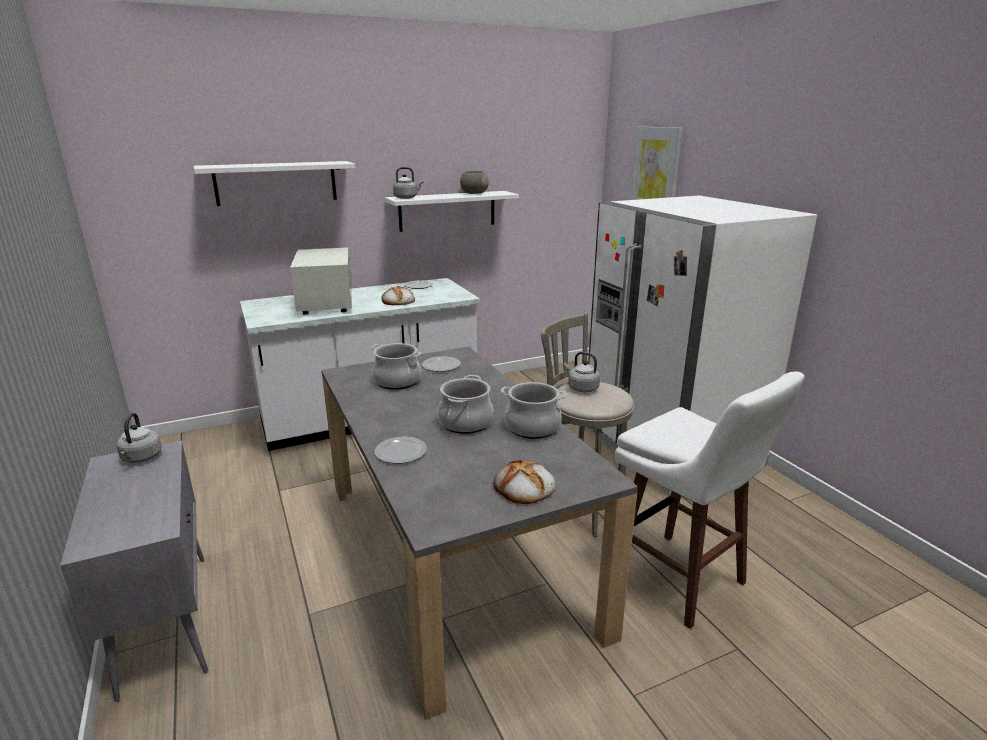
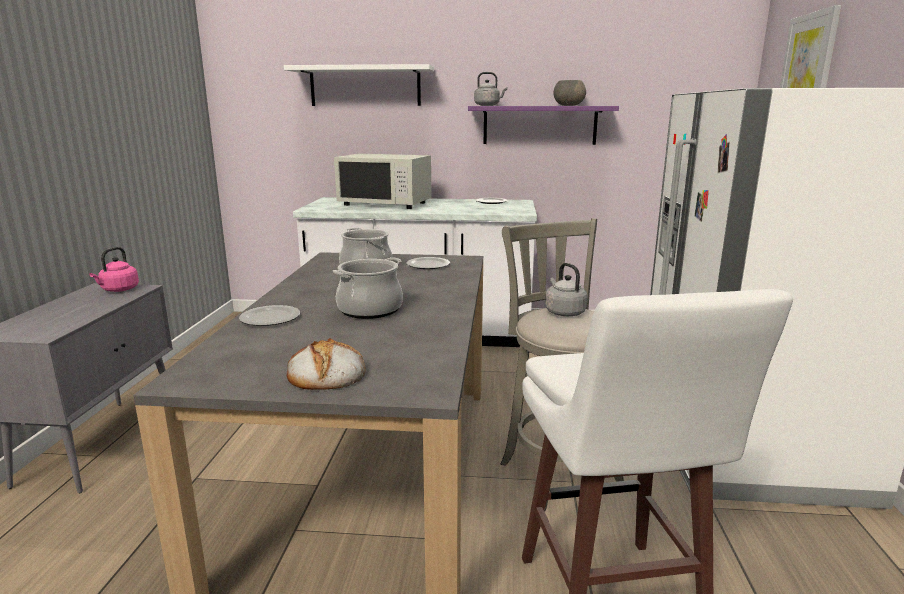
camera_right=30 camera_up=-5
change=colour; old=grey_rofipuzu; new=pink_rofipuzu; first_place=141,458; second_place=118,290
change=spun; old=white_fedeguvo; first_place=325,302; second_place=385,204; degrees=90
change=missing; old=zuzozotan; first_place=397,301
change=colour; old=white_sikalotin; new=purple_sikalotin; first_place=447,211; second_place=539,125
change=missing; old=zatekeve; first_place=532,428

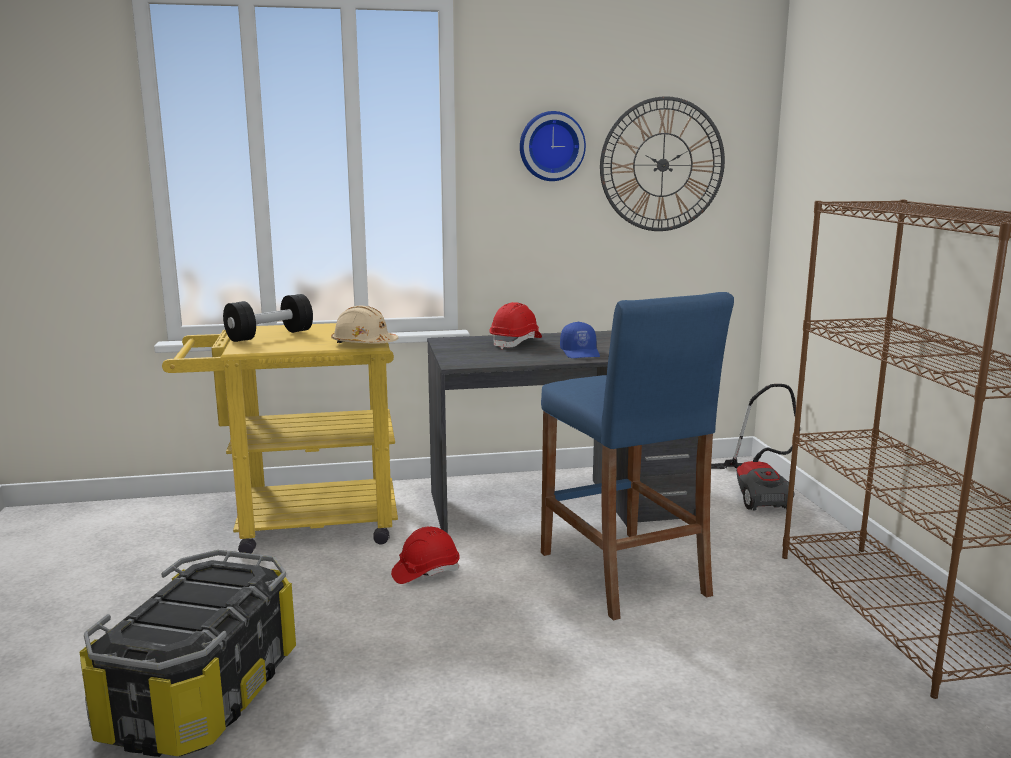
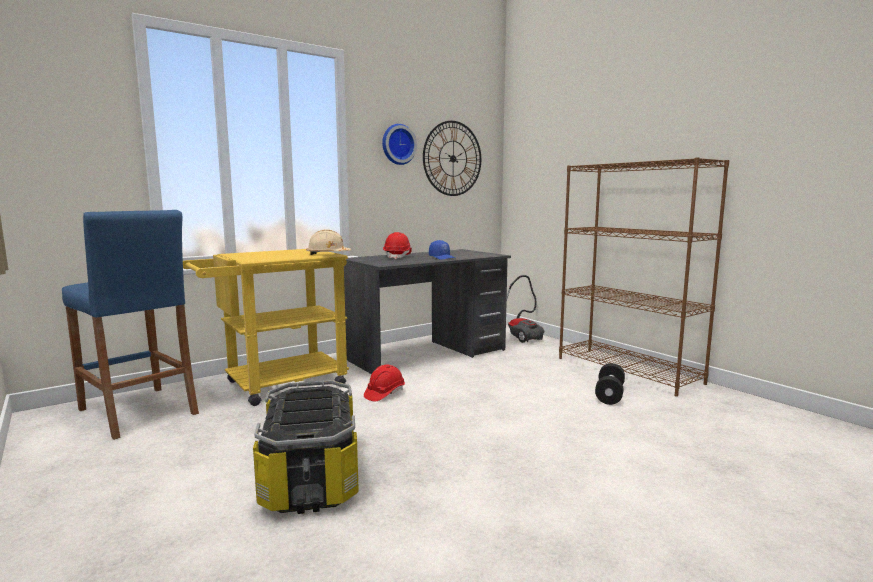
camera_right=-25 camera_up=-5
change=relocated; old=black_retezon; first_place=270,335; second_place=609,395
change=relocated; old=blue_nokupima; first_place=623,574; second_place=138,412

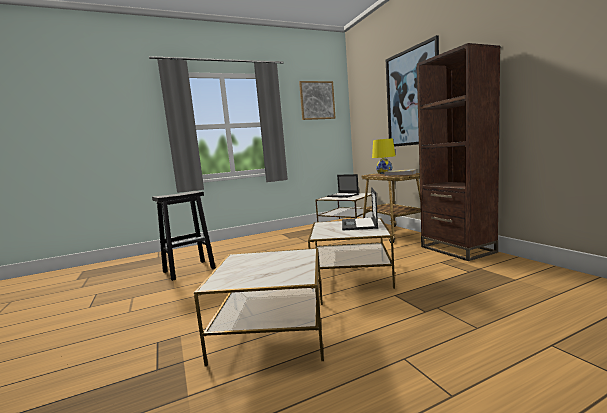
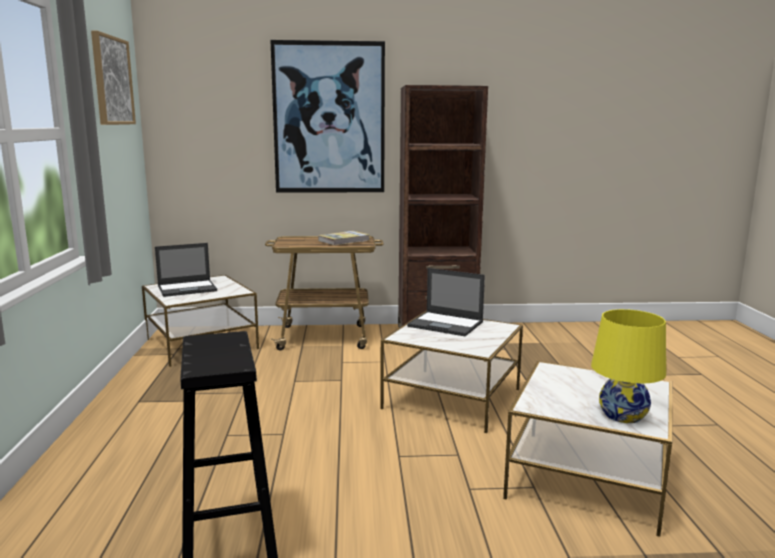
camera_right=-70 camera_up=5
change=relocated; old=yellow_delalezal; first_place=384,173; second_place=622,415

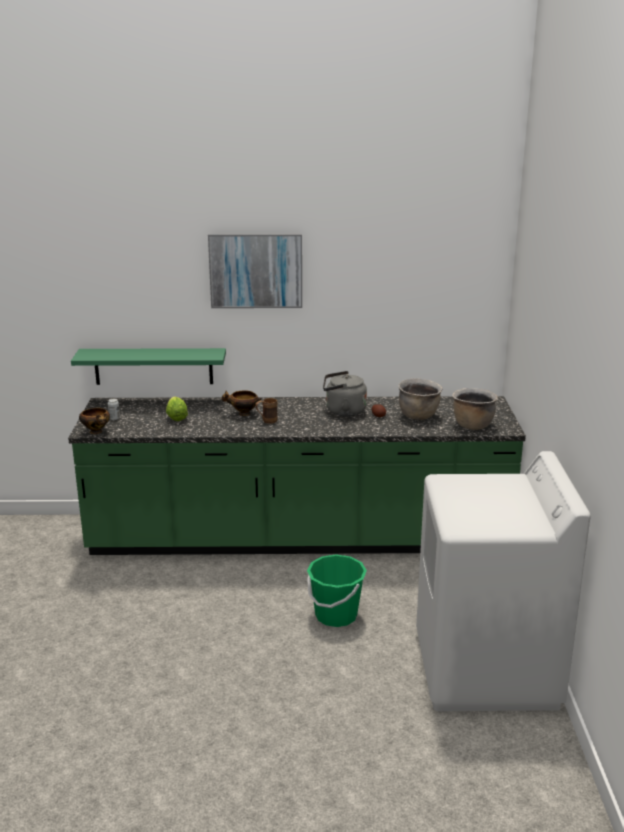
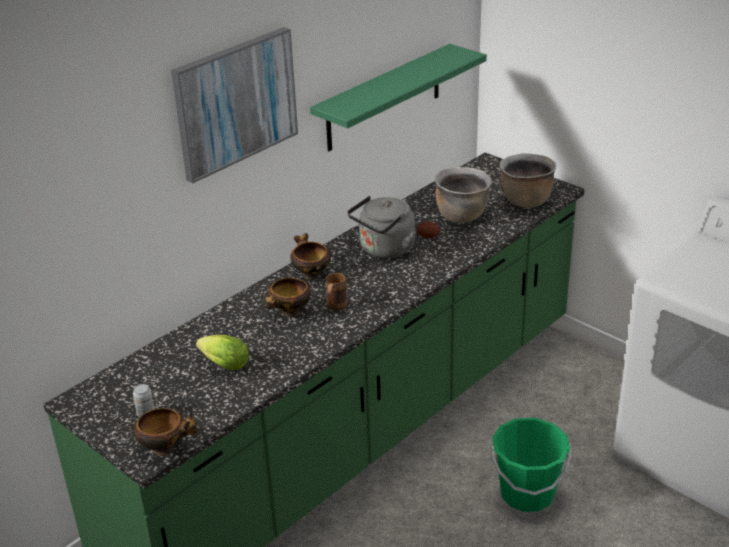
camera_right=-45 camera_up=10
change=relocated; old=green_sikalotin; first_place=153,366; second_place=384,98
change=appeared; new=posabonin; second_place=311,275

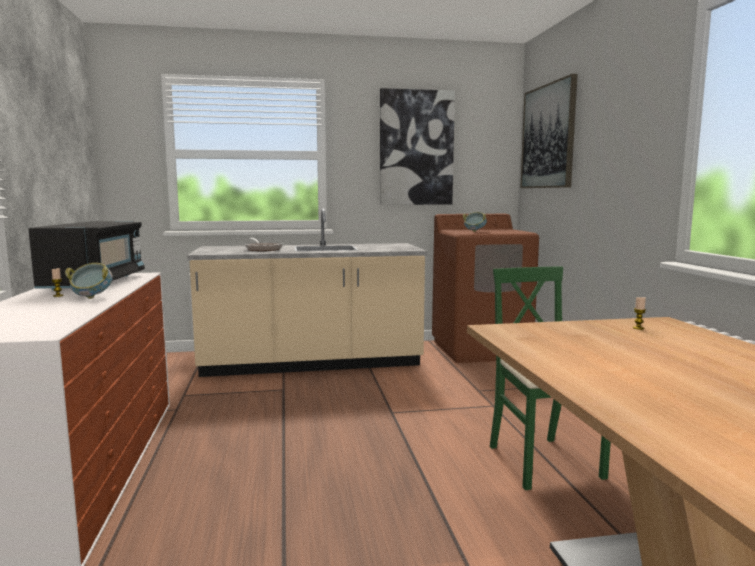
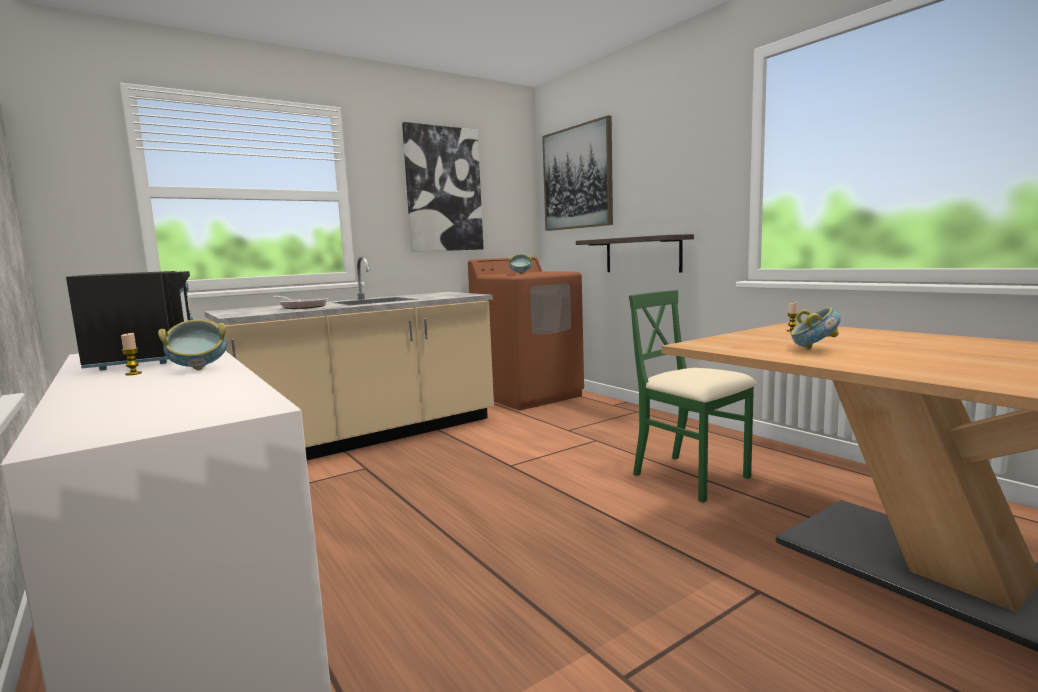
camera_right=-25 camera_up=0
change=appeared; new=sikalotin; second_place=642,254
change=appeared; new=posabonin; second_place=813,349

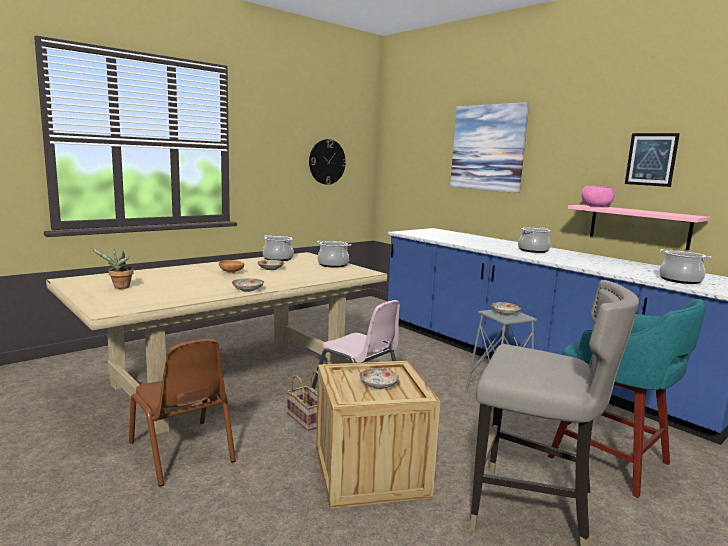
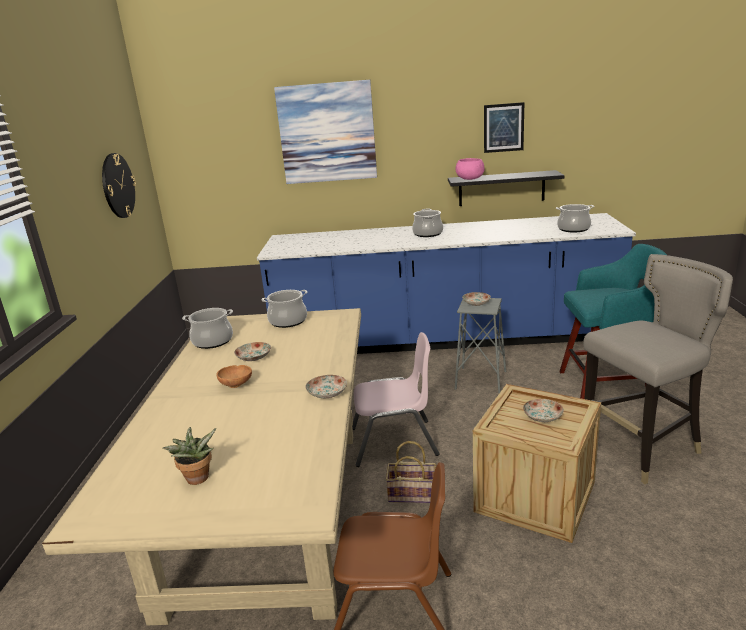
camera_right=-45 camera_up=10
change=colour; old=pink_sikalotin; new=black_sikalotin; first_place=639,226; second_place=501,188

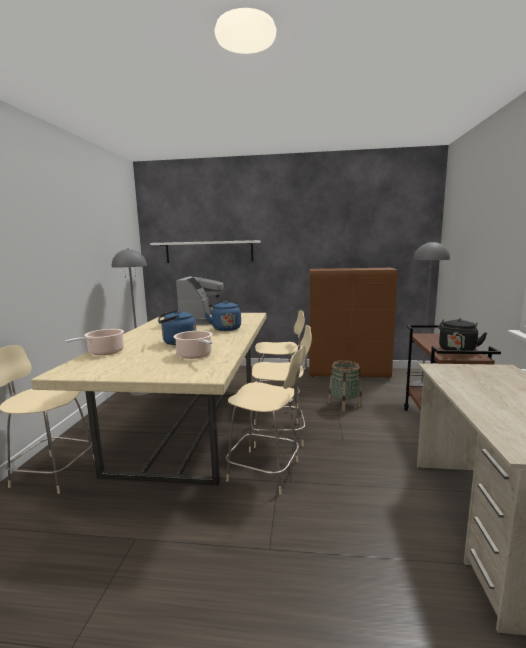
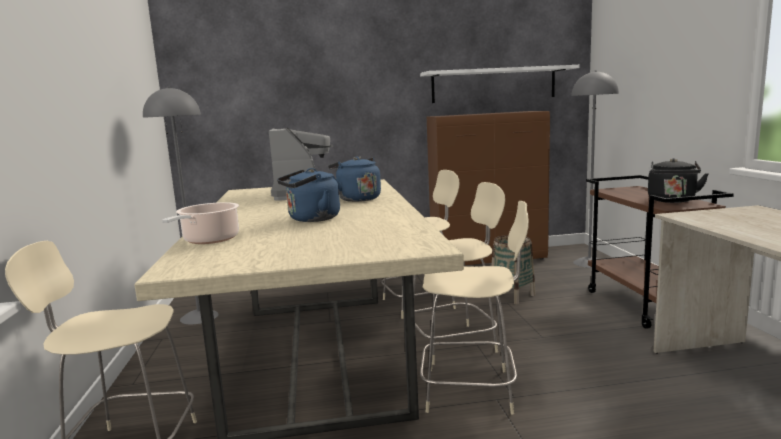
camera_right=-15 camera_up=0
change=relocated; old=white_sikalotin; first_place=209,252; second_place=493,85
change=missing; old=zatekeve; first_place=195,355

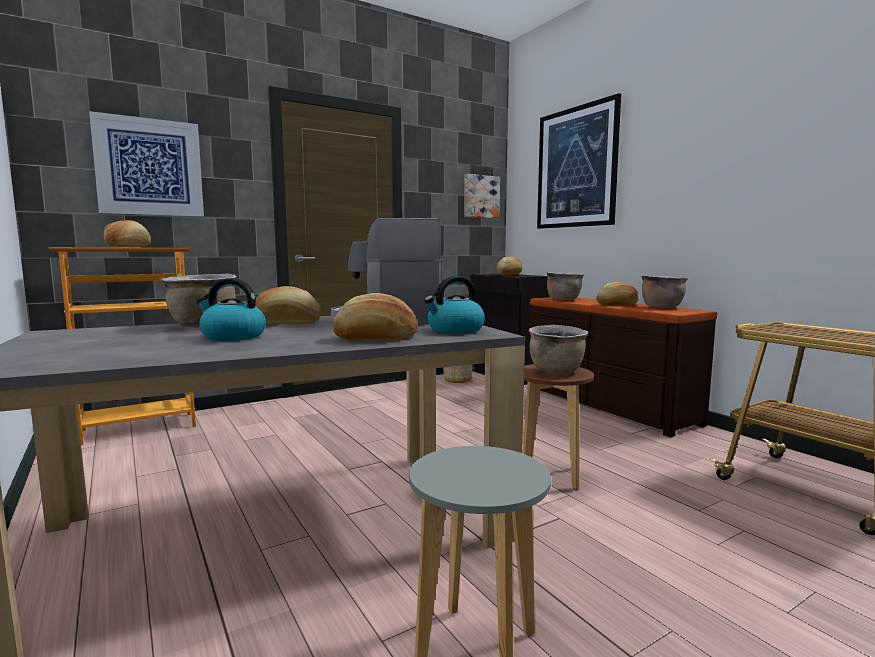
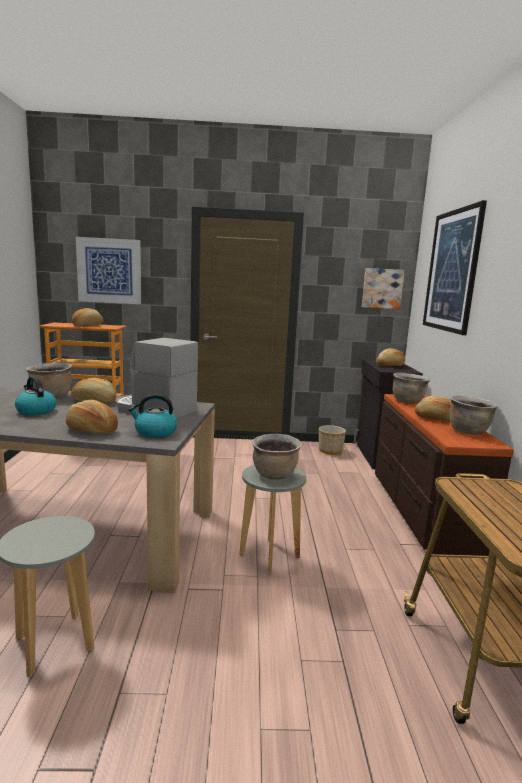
camera_right=30 camera_up=5
change=colour; old=brown_nokupima; new=grey_nokupima; first_place=551,475; second_place=269,556

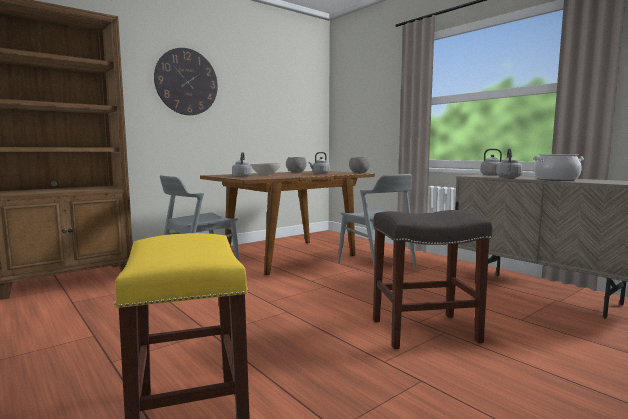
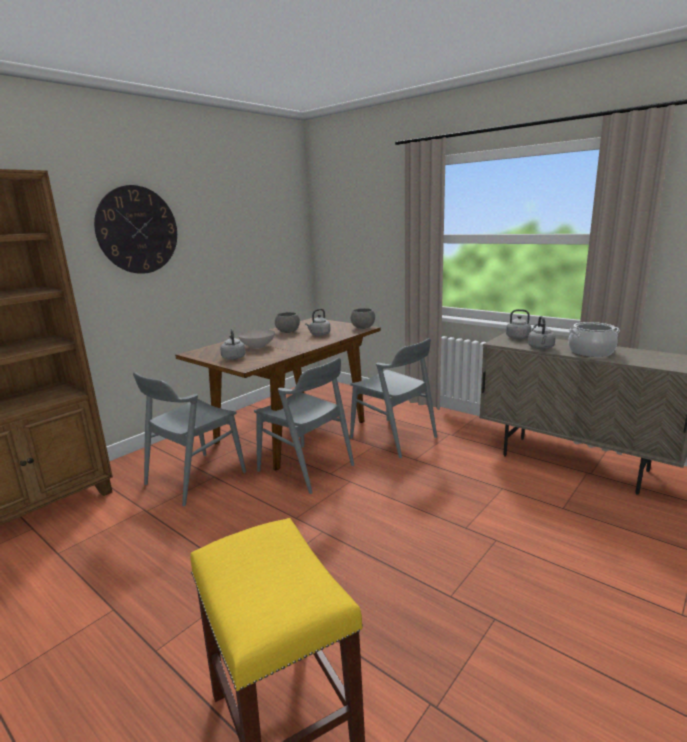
camera_right=-10 camera_up=10
change=missing; old=grey_nokupima; first_place=425,330
change=appeared; new=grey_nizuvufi; second_place=306,468

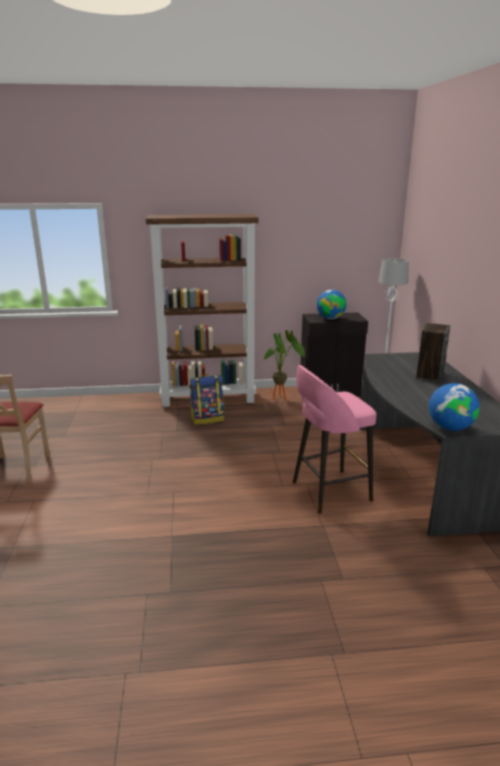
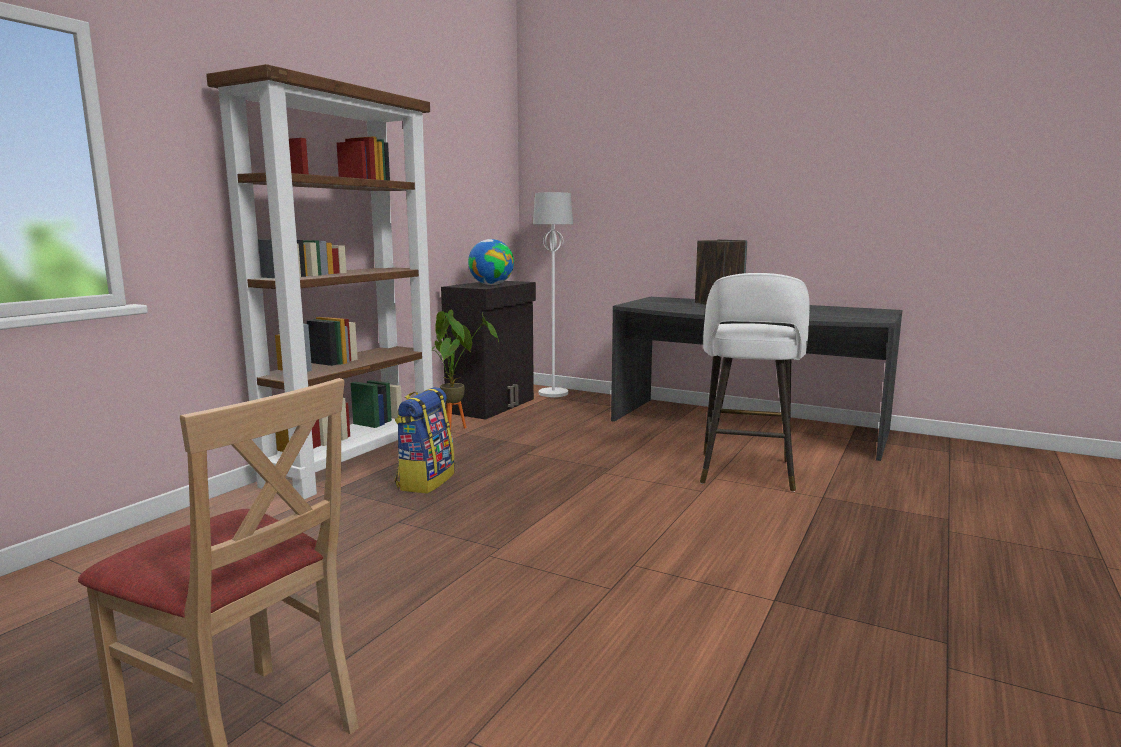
camera_right=-55 camera_up=-10
change=colour; old=pink_nokupima; new=white_nokupima; first_place=329,492; second_place=746,473
change=missing; old=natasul; first_place=450,428

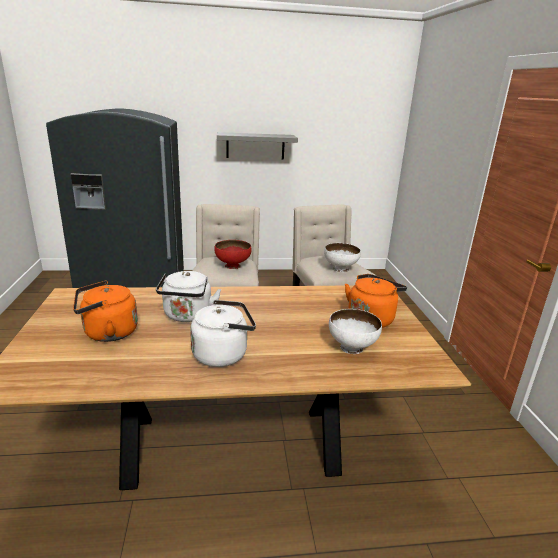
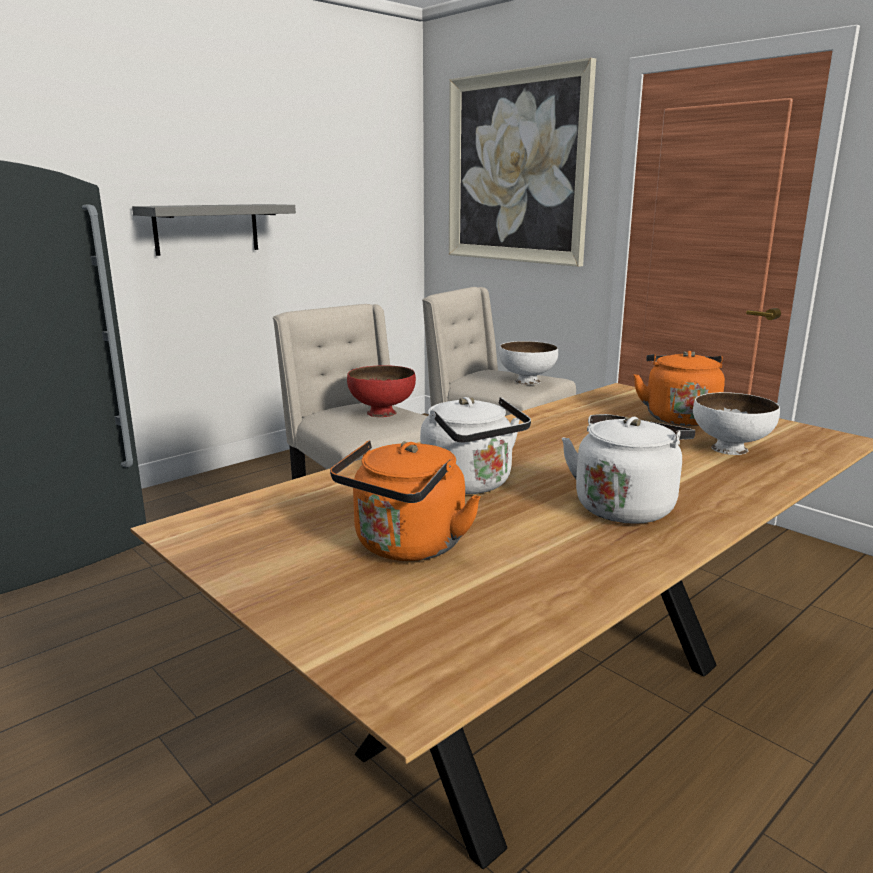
camera_right=-35 camera_up=-5
change=appeared; new=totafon; second_place=516,168

